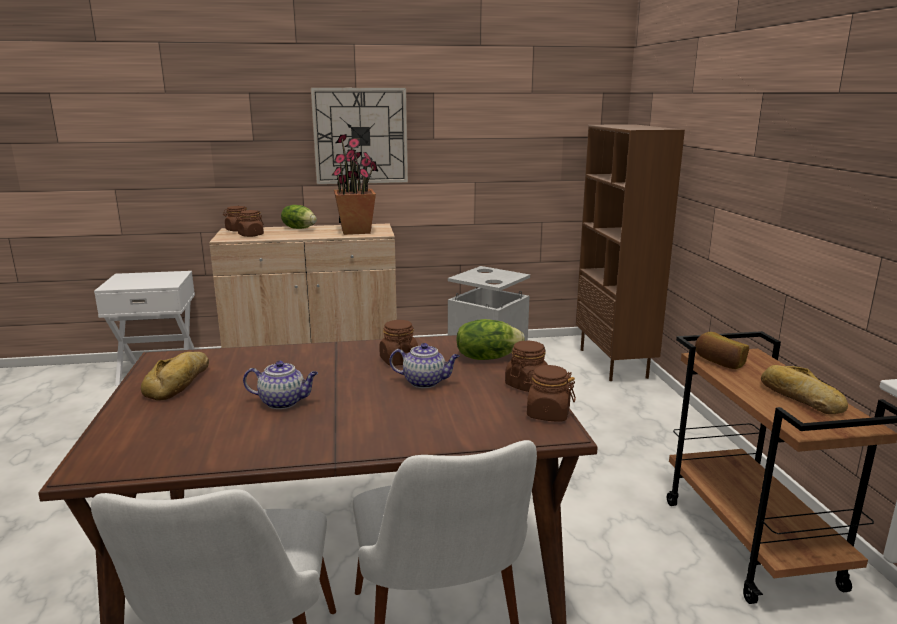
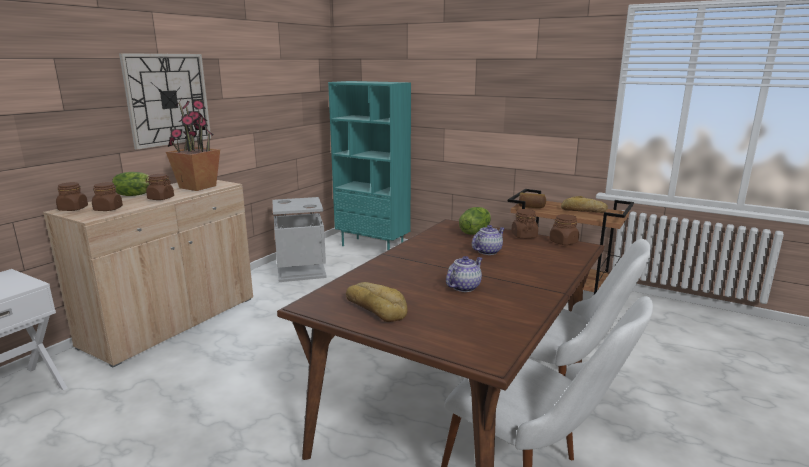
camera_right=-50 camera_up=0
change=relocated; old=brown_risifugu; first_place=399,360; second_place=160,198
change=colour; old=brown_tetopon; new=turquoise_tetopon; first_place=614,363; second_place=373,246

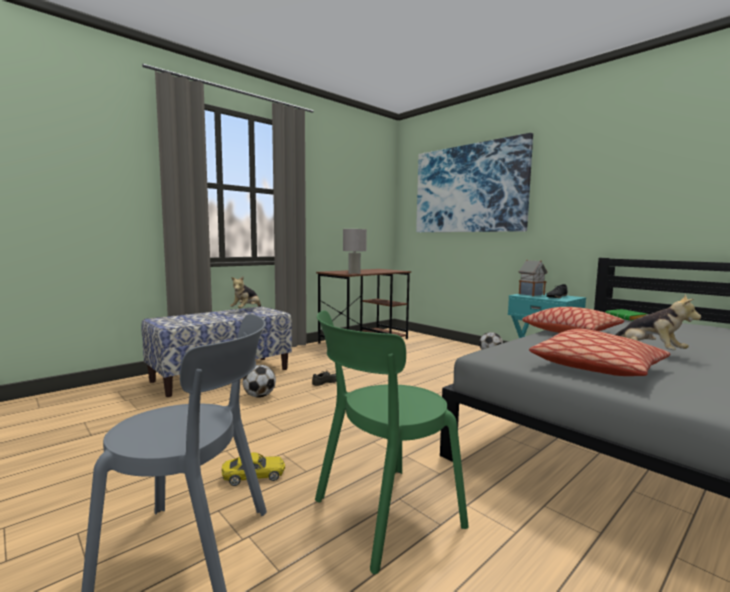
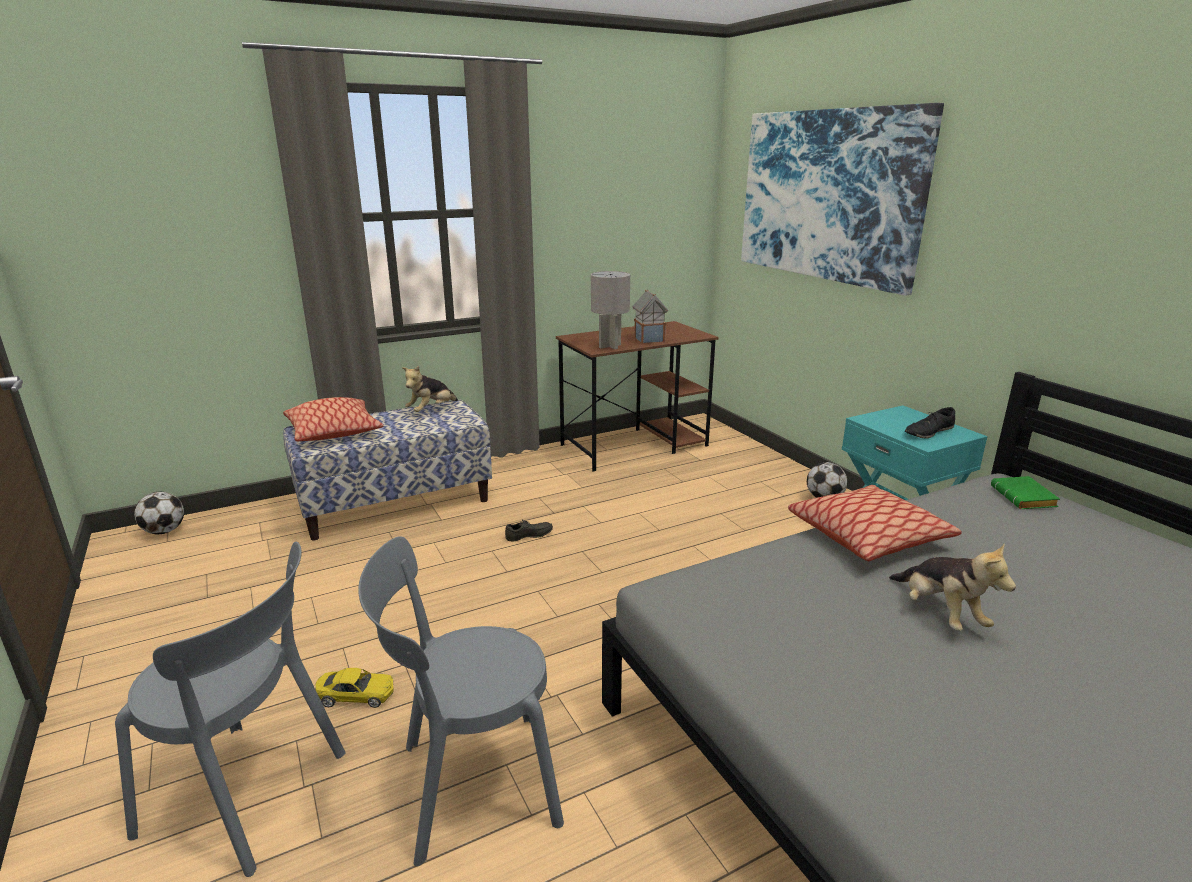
camera_right=15 camera_up=15
change=relocated; old=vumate; first_place=259,396; second_place=164,531
change=colour; old=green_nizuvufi; new=grey_nizuvufi; first_place=381,515; second_place=470,786
change=relocated; old=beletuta; first_place=531,294; second_place=648,339
change=relocated; old=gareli; first_place=598,368; second_place=334,432

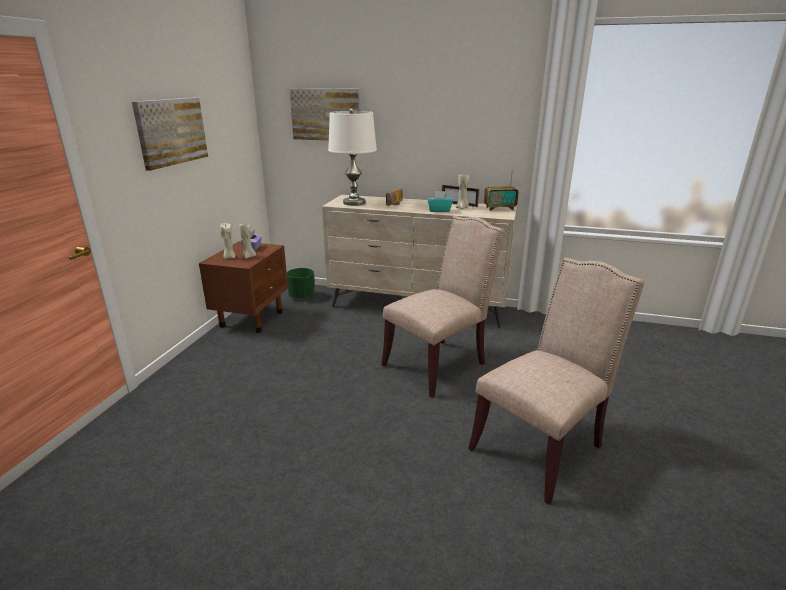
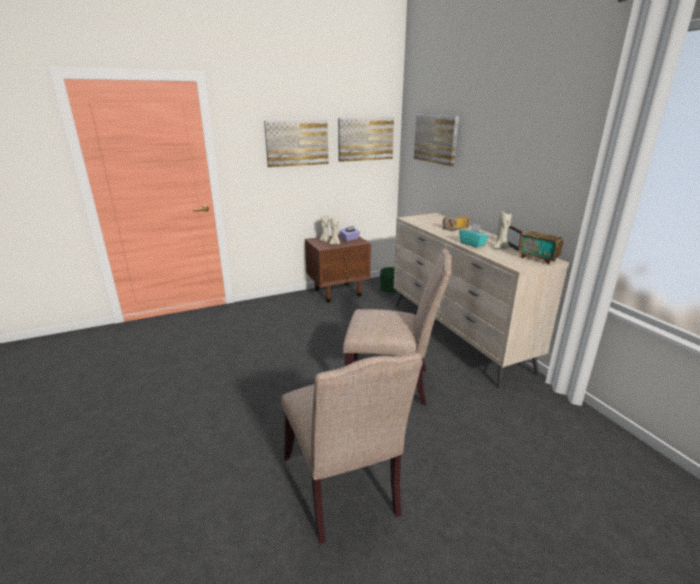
camera_right=50 camera_up=0
change=missing; old=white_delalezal; first_place=354,203
change=spun; old=beige_nizuvufi; first_place=541,447; second_place=344,488; degrees=60
change=appeared; new=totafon; second_place=365,139

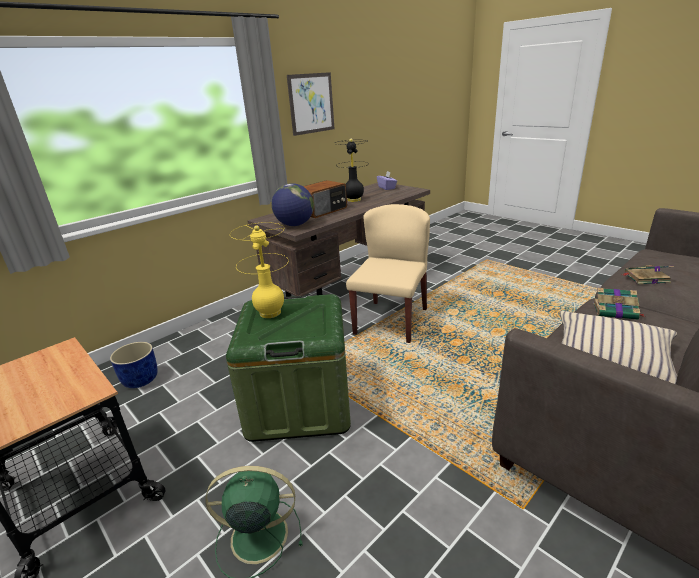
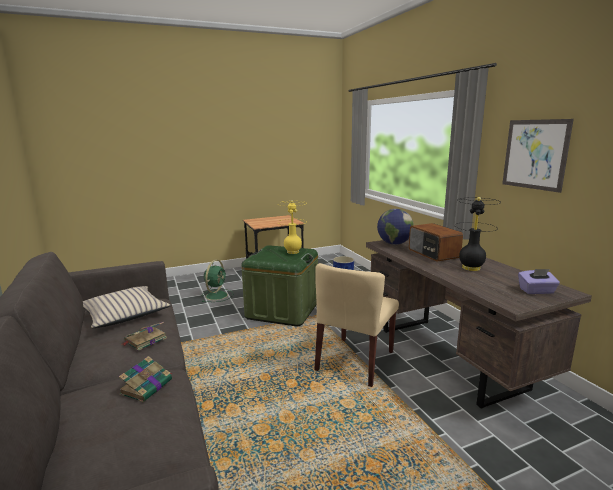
camera_right=110 camera_up=-10
change=spun; old=beige_nizuvufi; first_place=391,320; second_place=355,361; degrees=75

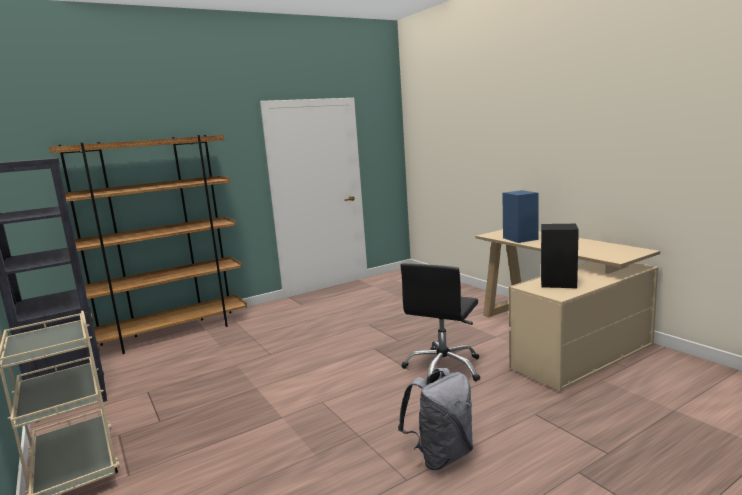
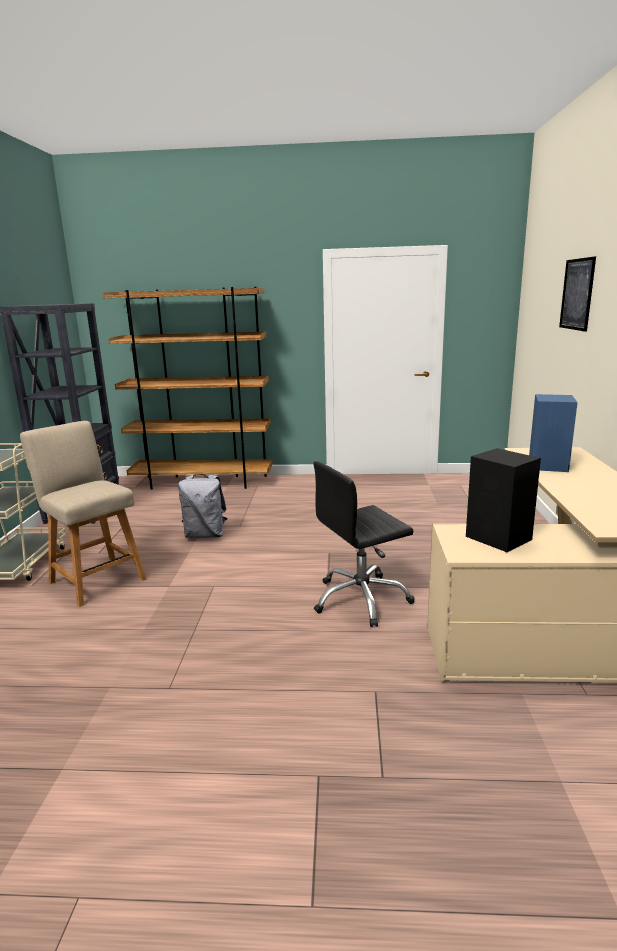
camera_right=35 camera_up=5
change=relocated; old=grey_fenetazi; first_place=441,455; second_place=205,535
change=appeared; new=beige_nizuvufi; second_place=95,579
change=appeared; new=totafon; second_place=577,294

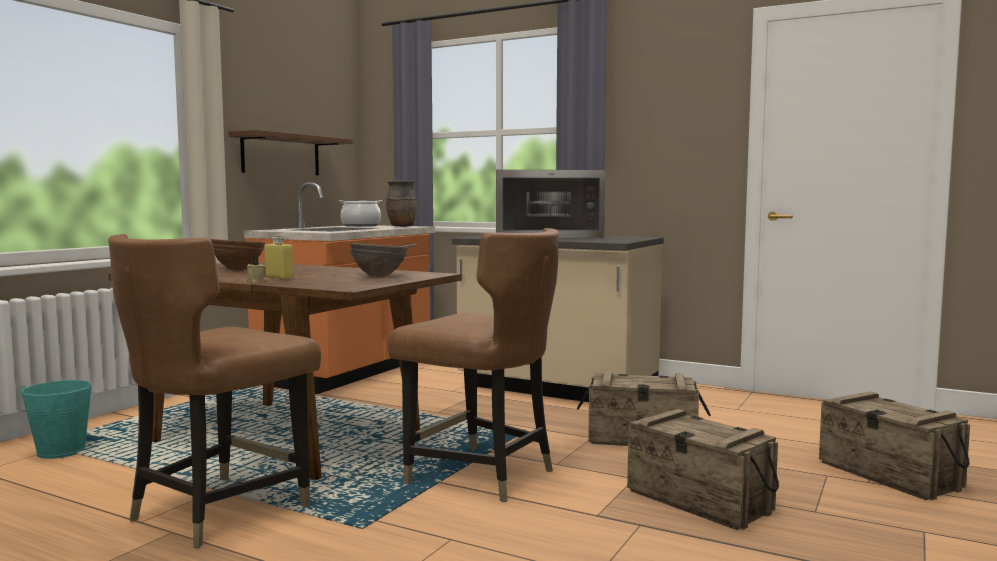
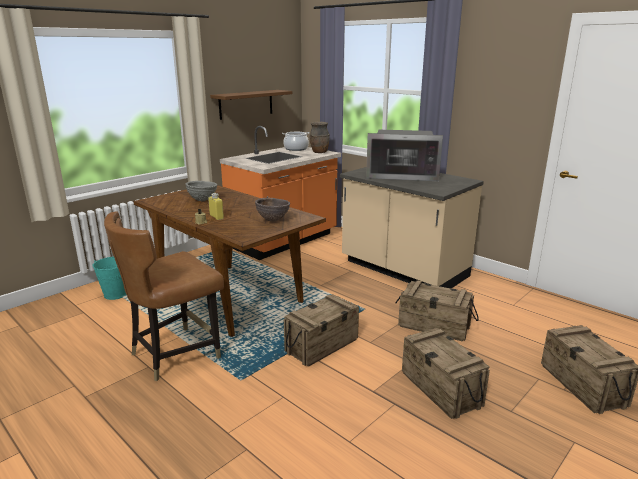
camera_right=15 camera_up=15
change=colour; old=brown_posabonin; new=grey_posabonin; first_place=238,270; second_place=202,200
change=exchanged; old=brown_nizuvufi; new=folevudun; first_place=481,475; second_place=322,346

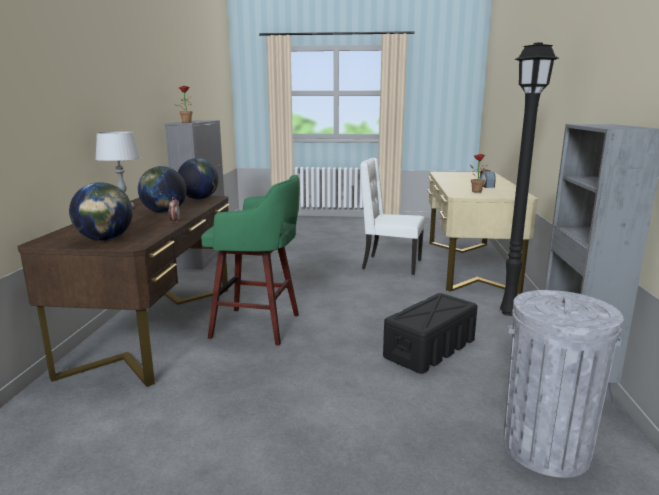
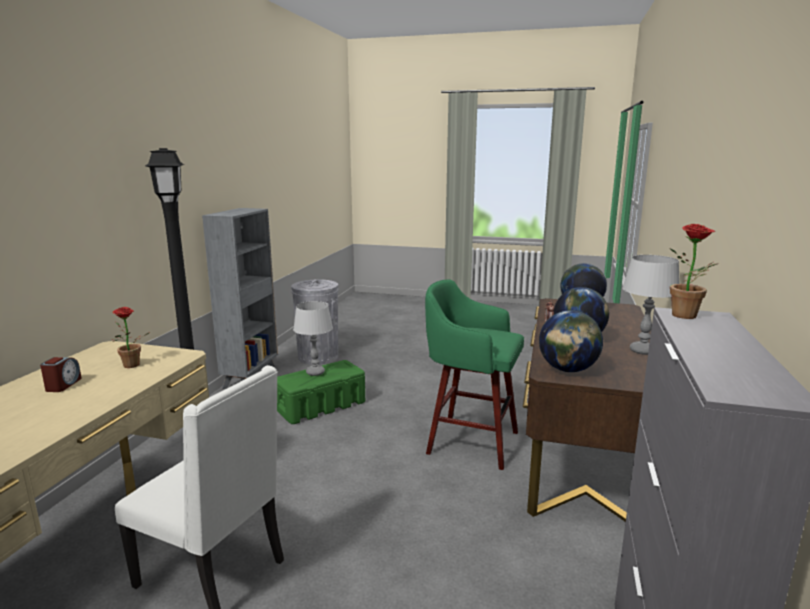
camera_right=-170 camera_up=0
change=colour; old=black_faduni; new=green_faduni; first_place=429,349; second_place=321,406
change=appeared; new=grey_delalezal; second_place=315,372

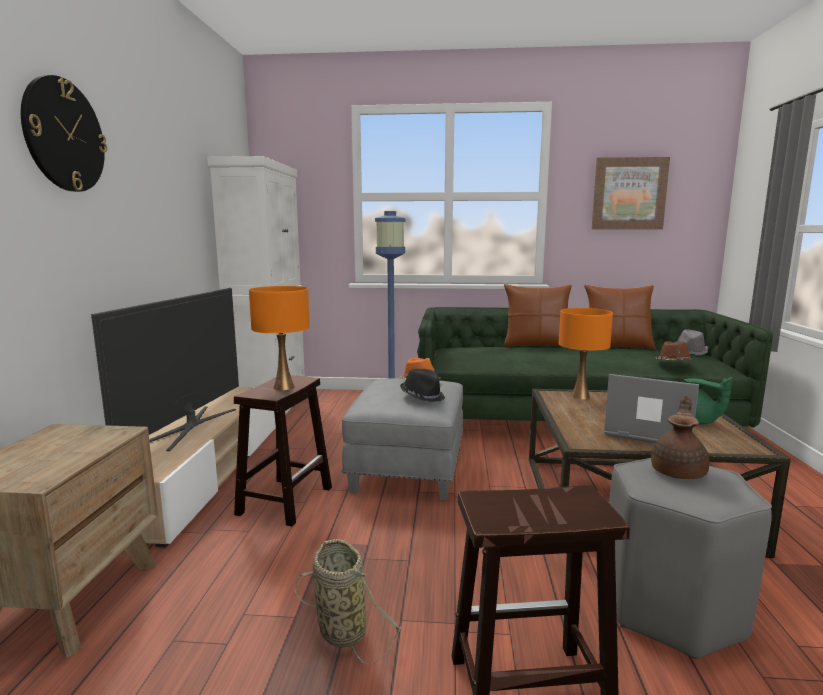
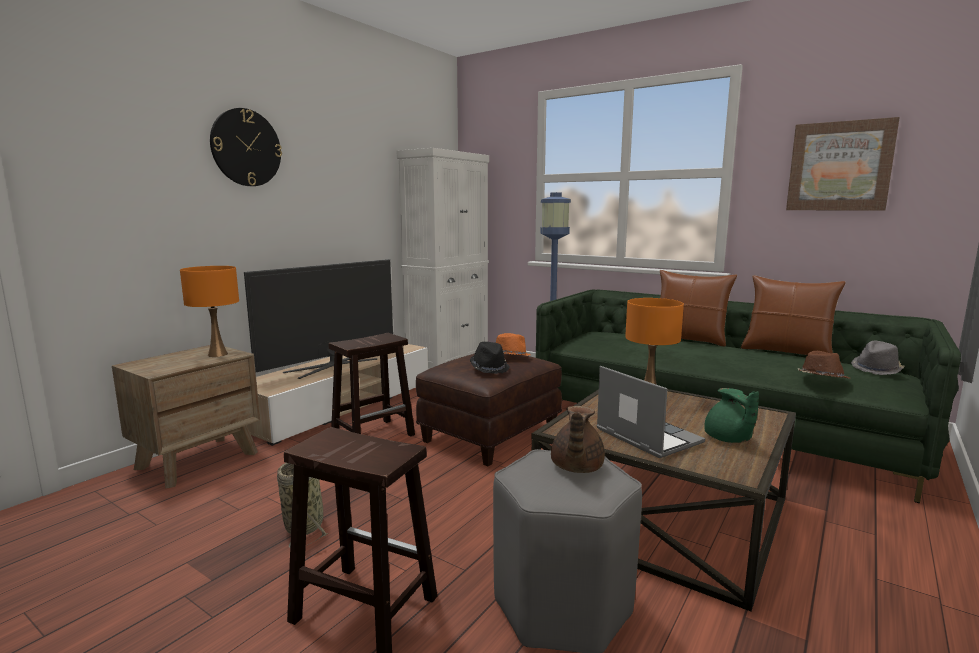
camera_right=30 camera_up=0
change=relocated; old=orange_delalezal; first_place=283,387; second_place=217,354
change=colour; old=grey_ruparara; new=brown_ruparara; first_place=409,469; second_place=490,436
change=spun; old=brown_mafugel; first_place=679,471; second_place=576,467; degrees=135

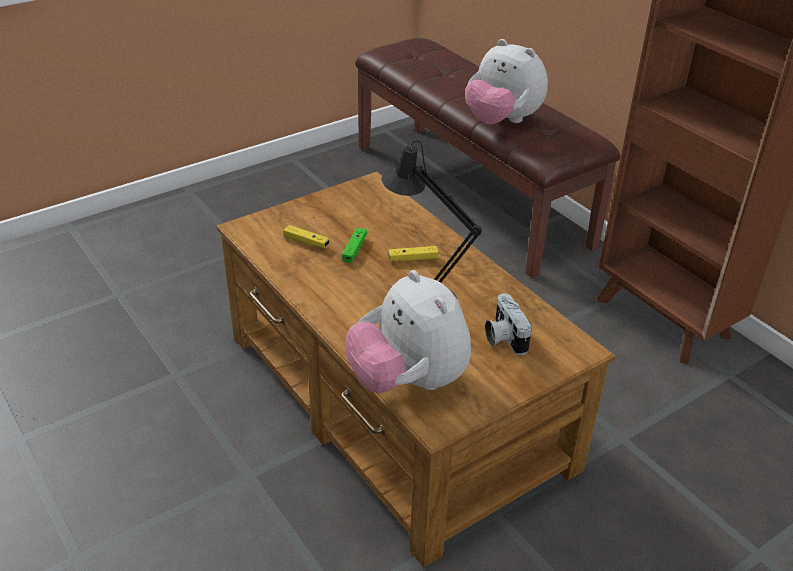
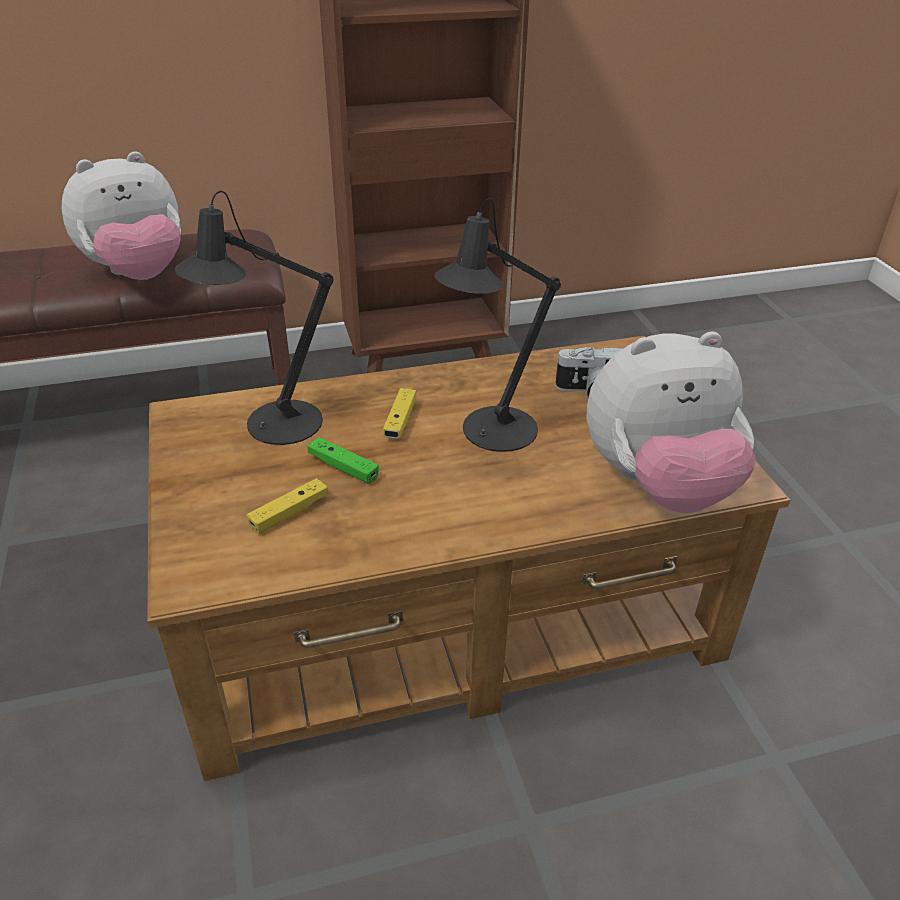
camera_right=-70 camera_up=0
change=appeared; new=black_delalezal; second_place=274,426

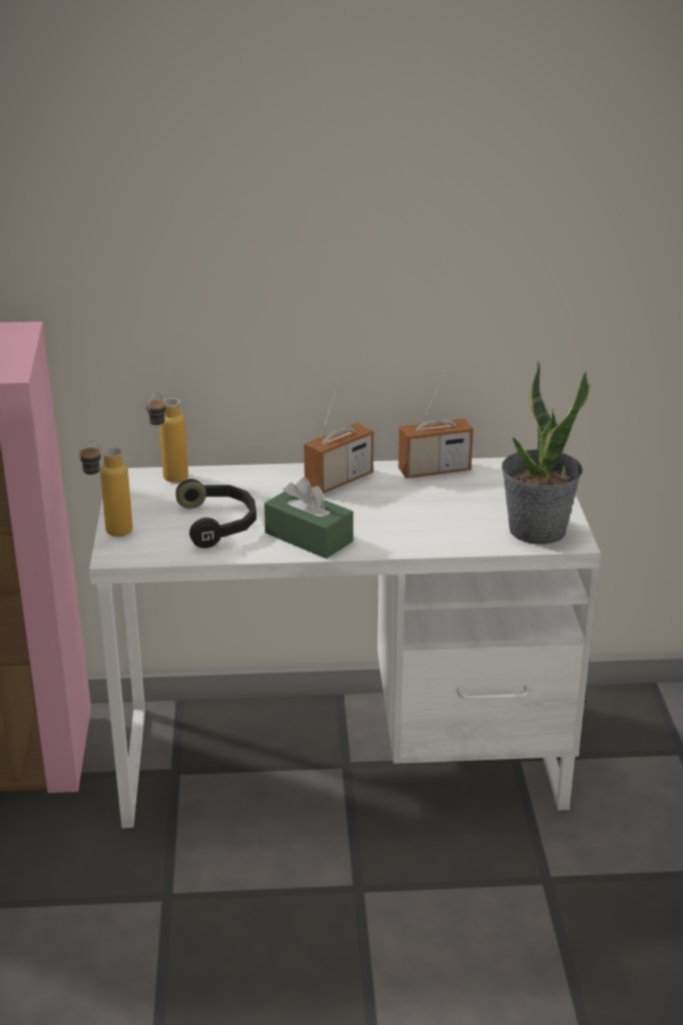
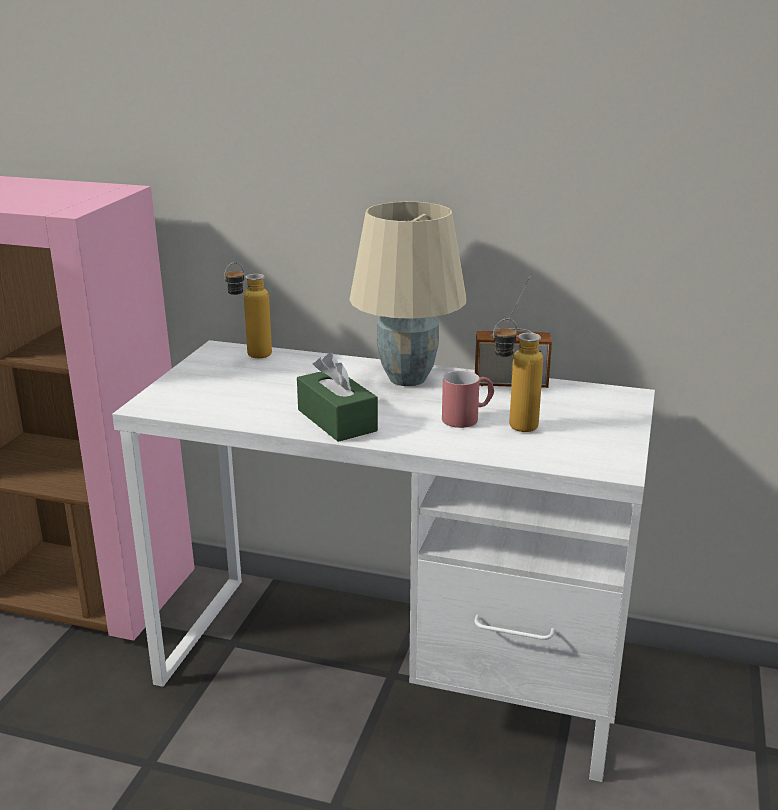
camera_right=20 camera_up=-5
change=relocated; old=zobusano; first_place=109,535; second_place=512,428
change=missing; old=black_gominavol; first_place=219,523
change=exchanged; old=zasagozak; new=beige_delalezal; first_place=339,481; second_place=408,378
change=missing; old=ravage; first_place=537,530
change=appeared; new=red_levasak; second_place=468,418

